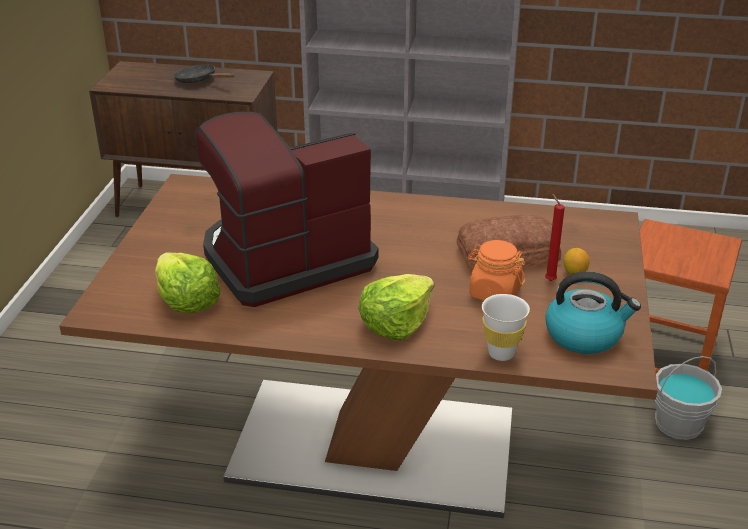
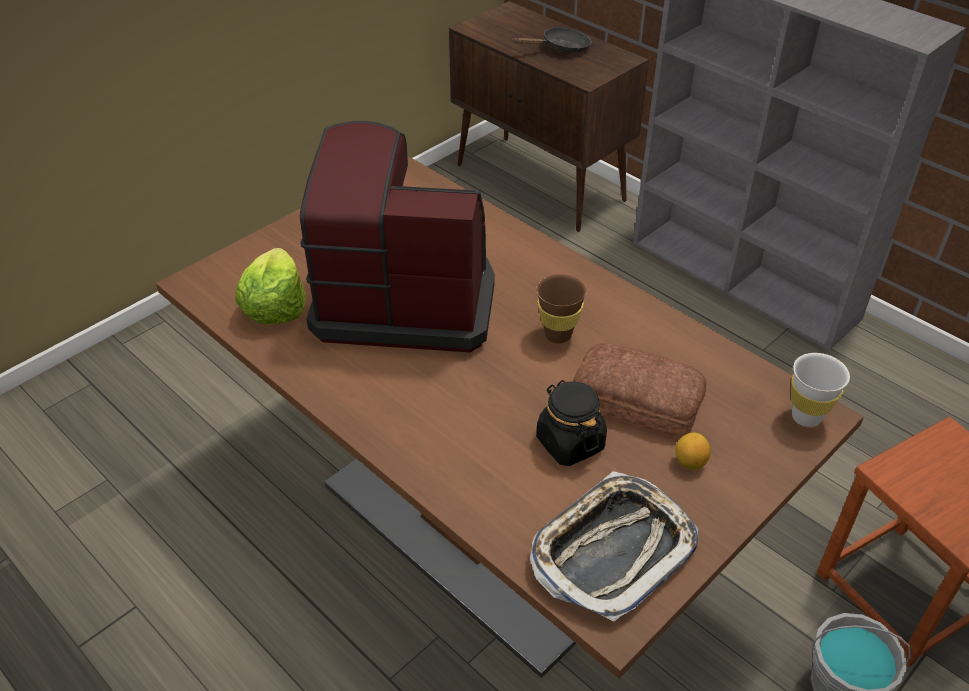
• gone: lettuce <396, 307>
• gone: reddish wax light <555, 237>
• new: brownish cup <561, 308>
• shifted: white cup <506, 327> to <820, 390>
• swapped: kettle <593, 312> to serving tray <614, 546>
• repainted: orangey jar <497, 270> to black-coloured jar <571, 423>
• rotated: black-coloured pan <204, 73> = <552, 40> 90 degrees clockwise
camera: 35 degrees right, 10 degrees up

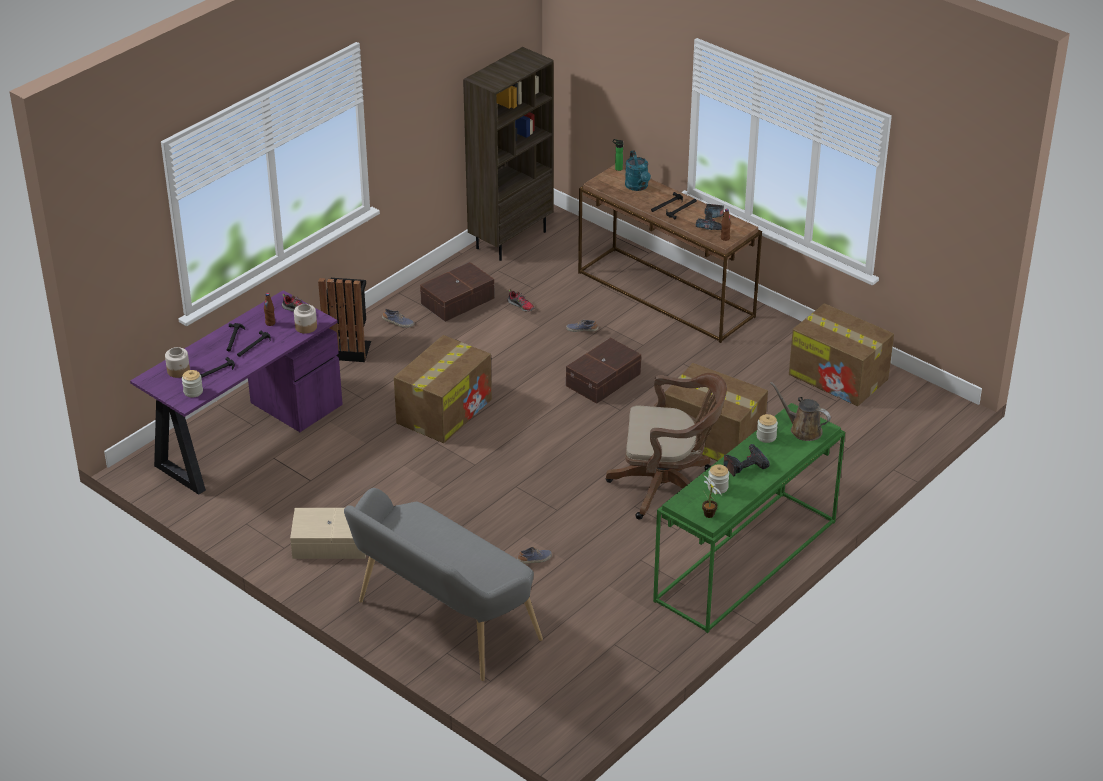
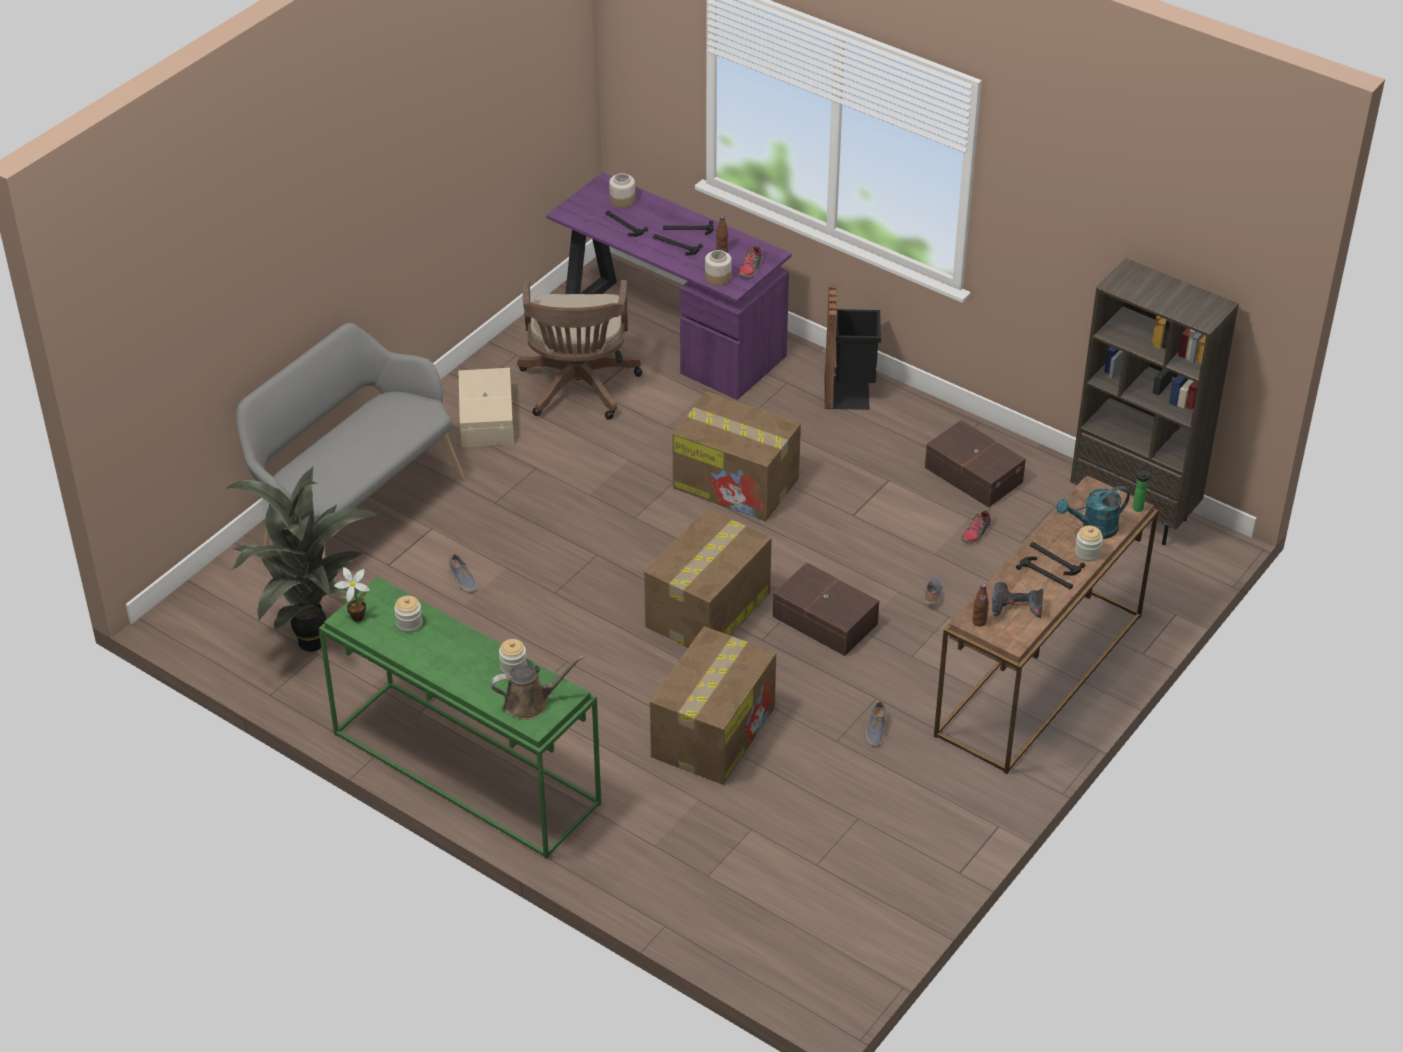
• gone: electric drill <747, 460>
• new: plant in a pot <302, 559>
• shifted: jar <192, 383> to <1089, 543>
• shifted: item of footwear <398, 318> to <875, 724>
• shifted: brownish desk chair <666, 446> to <579, 350>
• shifted: packing box <841, 354> to <708, 578>
• rotated: brownish sprinkling can <800, 411> = <537, 688> 45 degrees clockwise
camera: 85 degrees right, 5 degrees up

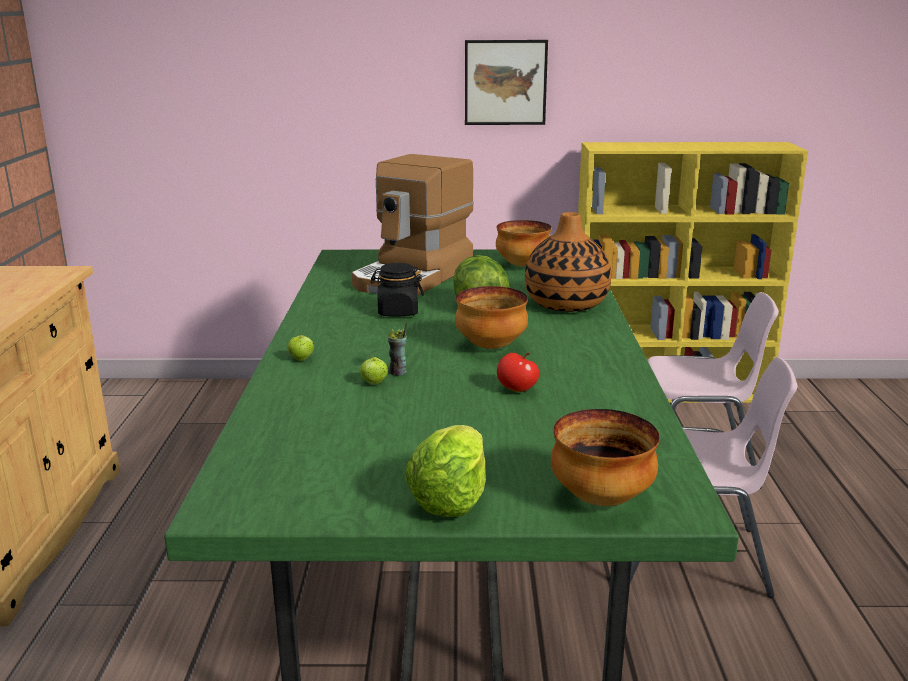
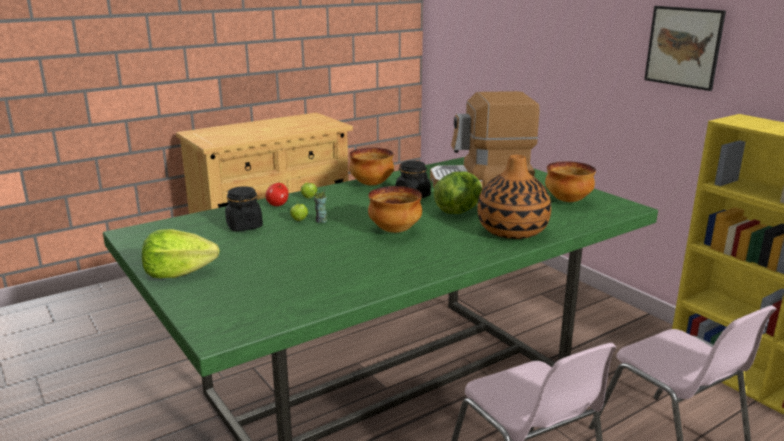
• new: black-coloured jar <244, 208>
• shifted: whole apple <518, 372> to <277, 194>
• shifted: bowl <605, 457> to <371, 167>
camera: 55 degrees right, 0 degrees up

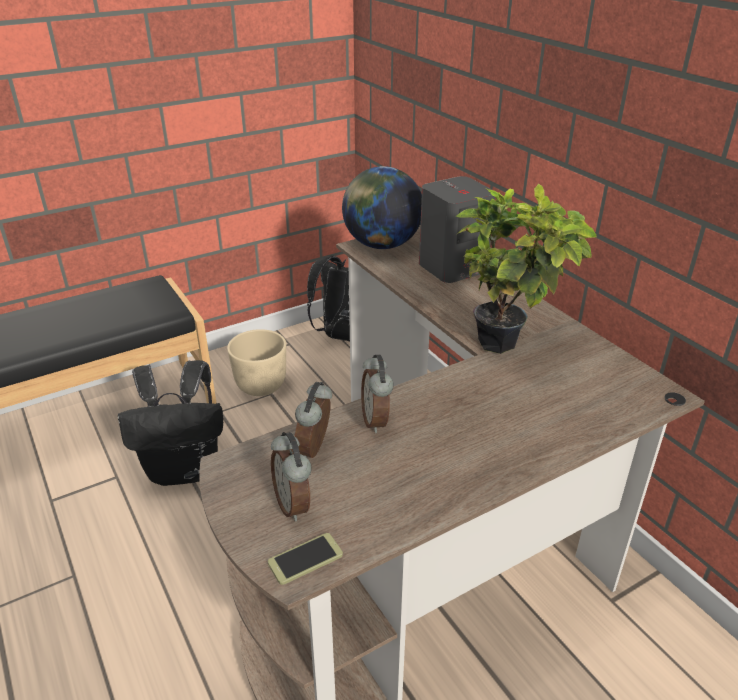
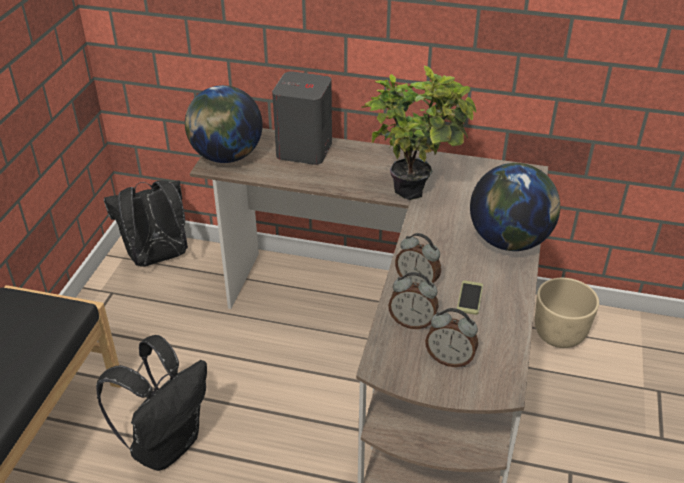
• new: world globe <515, 207>
• shifted: sand-coloured plant pot <256, 362> to <567, 313>
• shifted: handset <305, 559> to <470, 297>
• rotated: table clock <313, 420> = <413, 300> 45 degrees counterclockwise
camera: 45 degrees left, 5 degrees up

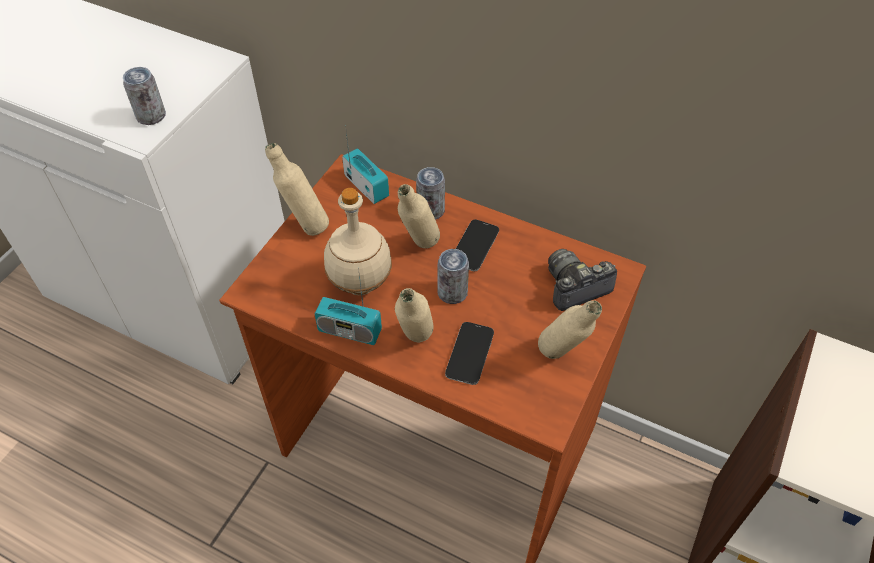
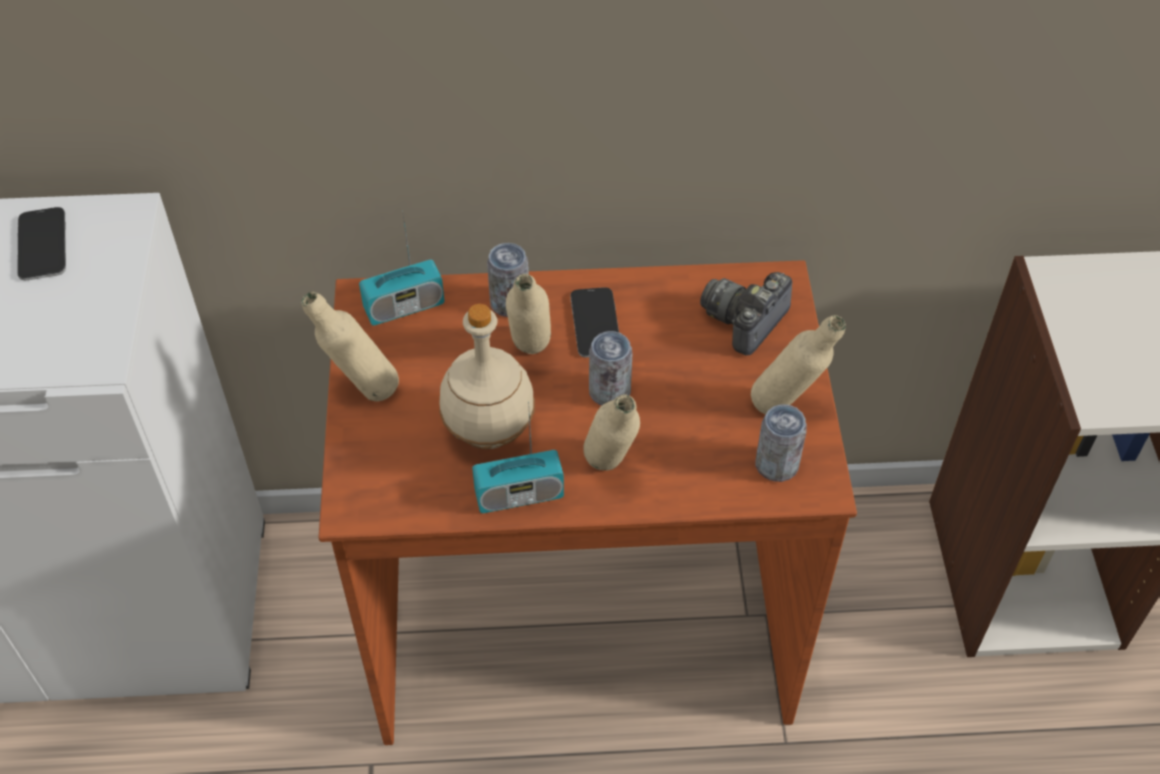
• shifted: metal can <144, 96> to <781, 443>
• shifted: handset <469, 353> to <41, 243>
• rotated: radio receiver <365, 164> = <402, 271> 135 degrees clockwise
camera: 30 degrees left, 0 degrees up

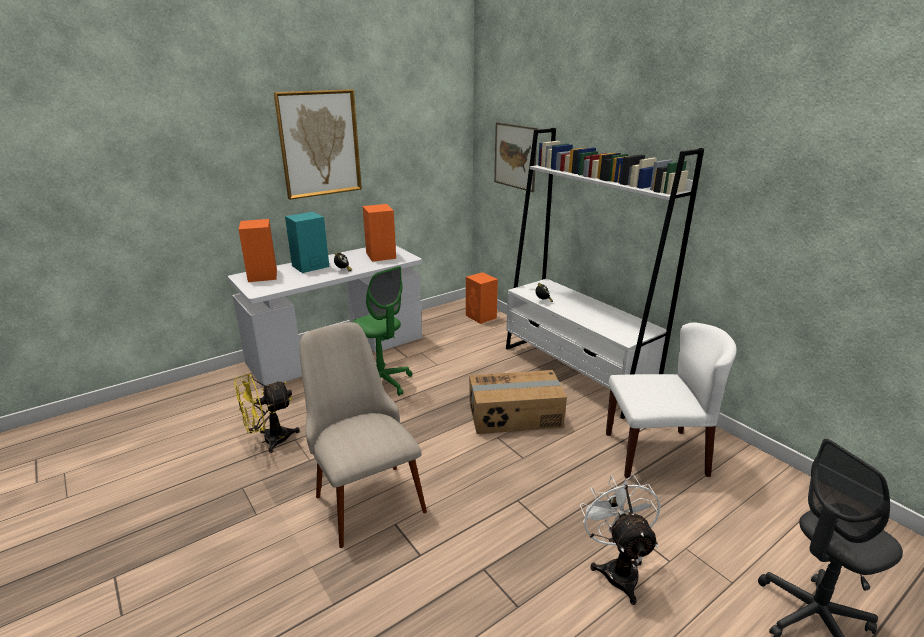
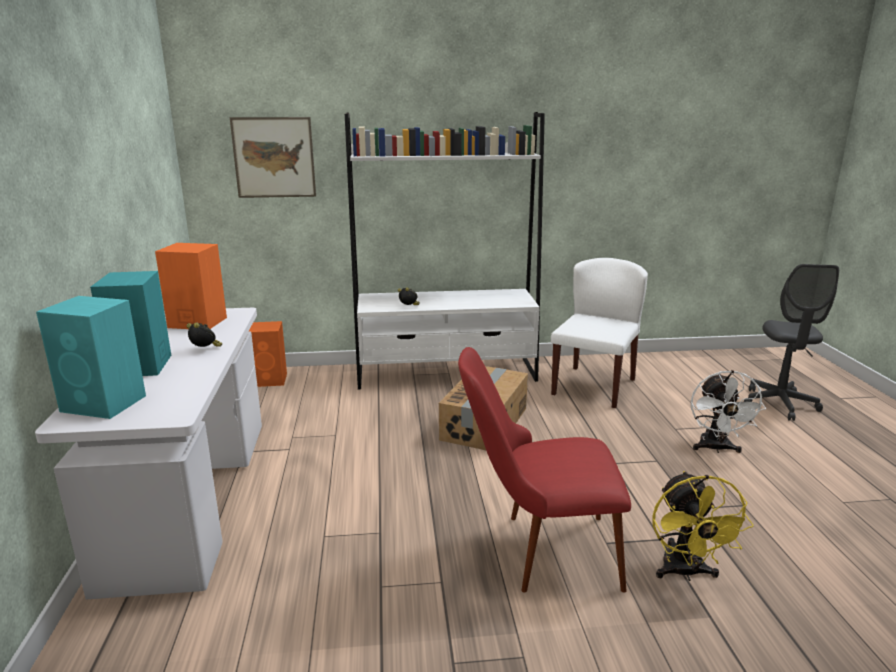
• gone: wall art <317, 144>
• gone: greenish desk chair <382, 331>
• shifted: yellow-coloured electric fan <267, 413> to <703, 526>
• repainted: orangey audio speaker <257, 250> to turquoise audio speaker <91, 357>
• repainted: sand-coloured plain chair <363, 435> to reddish plain chair <544, 470>
• rotated: white electric fan <620, 540> = <728, 411> 105 degrees counterclockwise
camera: 60 degrees left, 5 degrees down

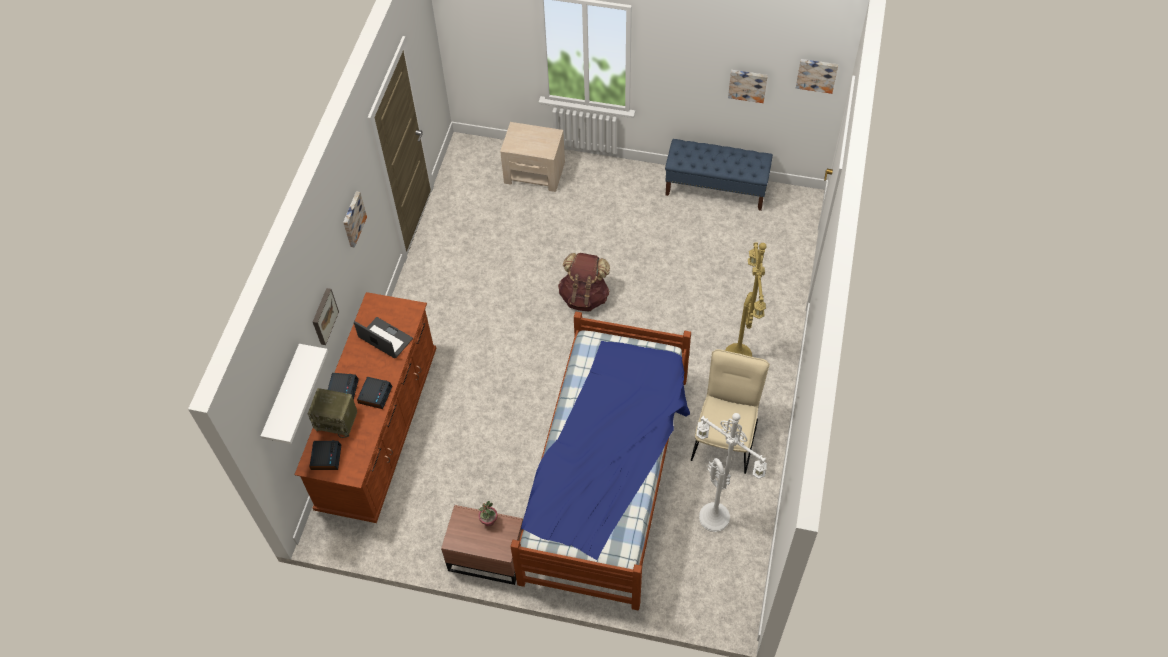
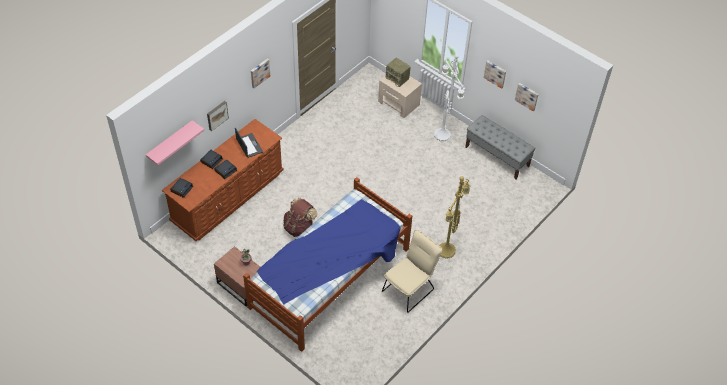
• shifted: radio receiver <332, 413> to <398, 72>
• shifted: brownish knapsack <584, 282> to <300, 217>
• shifted: white standard lamp <731, 472> to <449, 98>
• shifted: wall art <817, 76> to <495, 75>
• repainted: white shelf <294, 394> to pink-coloured shelf <175, 142>
• repainted: blue-coloured indoor bench <719, 175> to gray indoor bench <500, 147>
camera: 25 degrees right, 5 degrees down

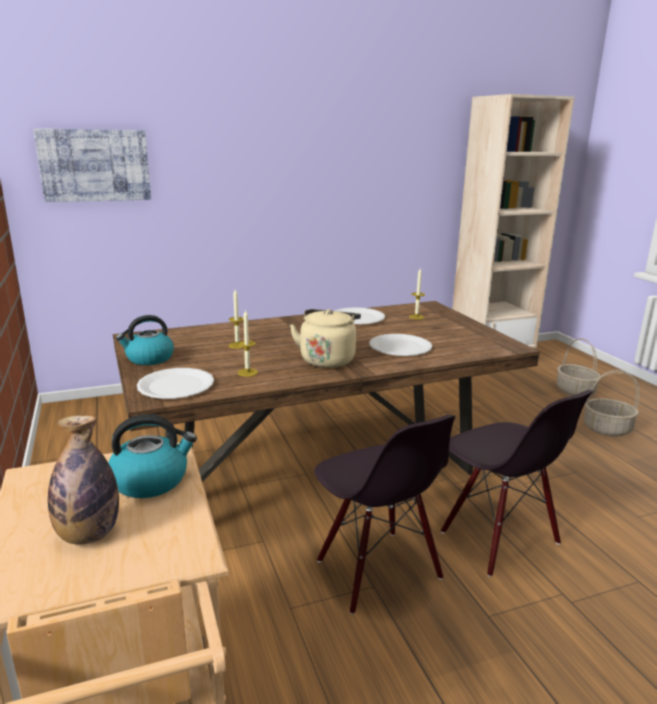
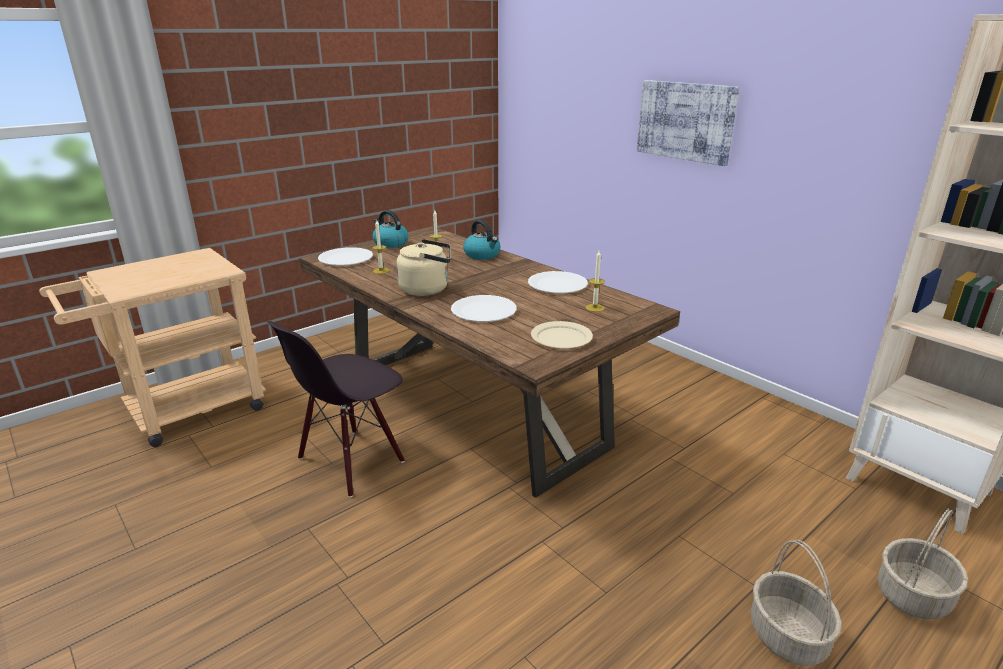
• gone: drink bottle <83, 479>
• gone: black-coloured plain chair <517, 483>
• new: sand-coloured plate <562, 335>
• shifted: wall art <92, 165> to <688, 123>
• shifted: kettle <152, 456> to <481, 240>
camera: 70 degrees right, 5 degrees up

